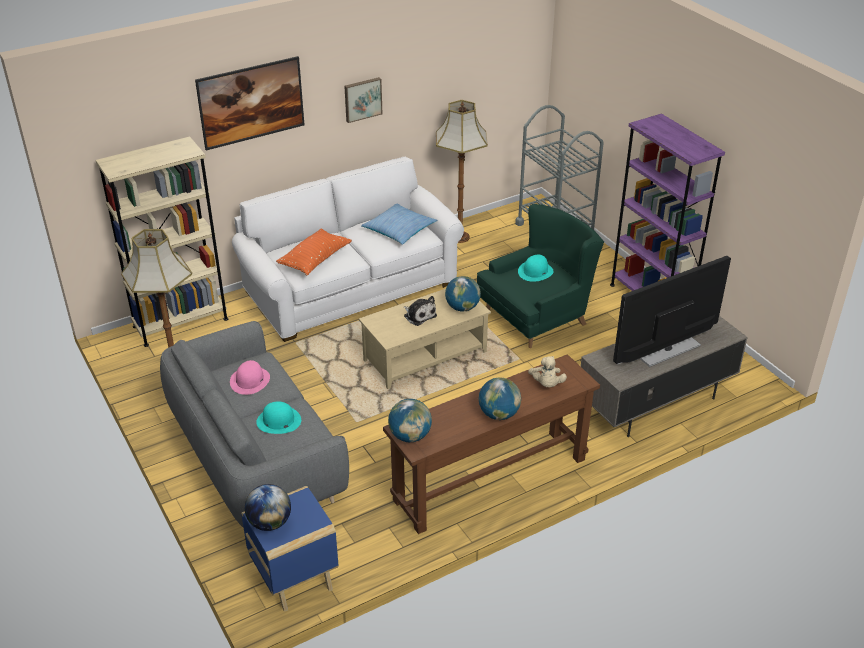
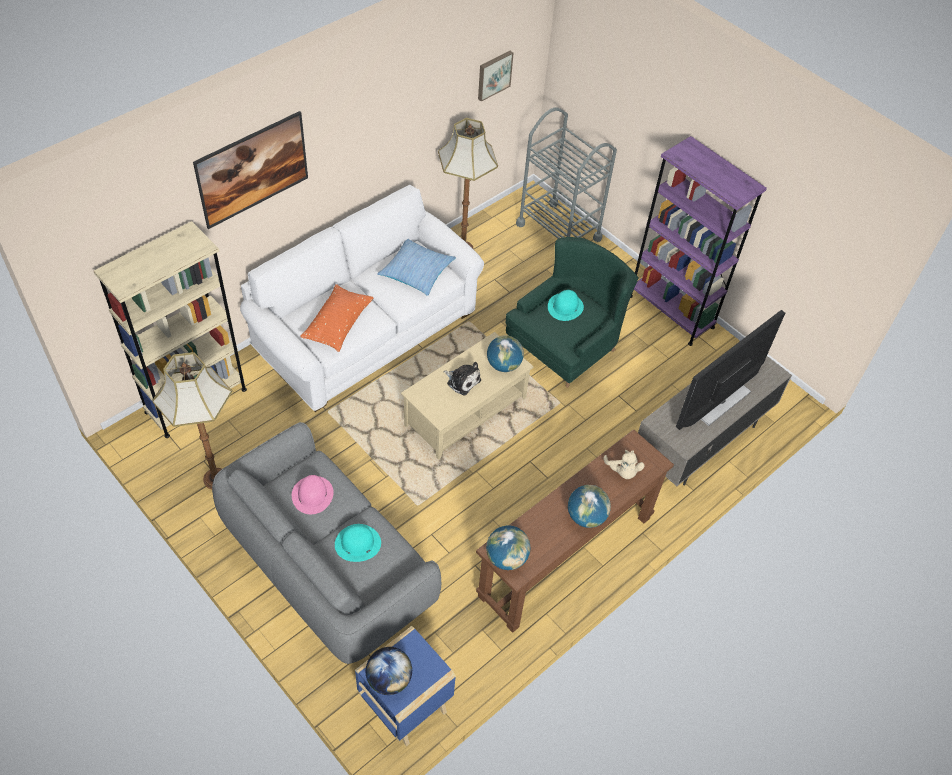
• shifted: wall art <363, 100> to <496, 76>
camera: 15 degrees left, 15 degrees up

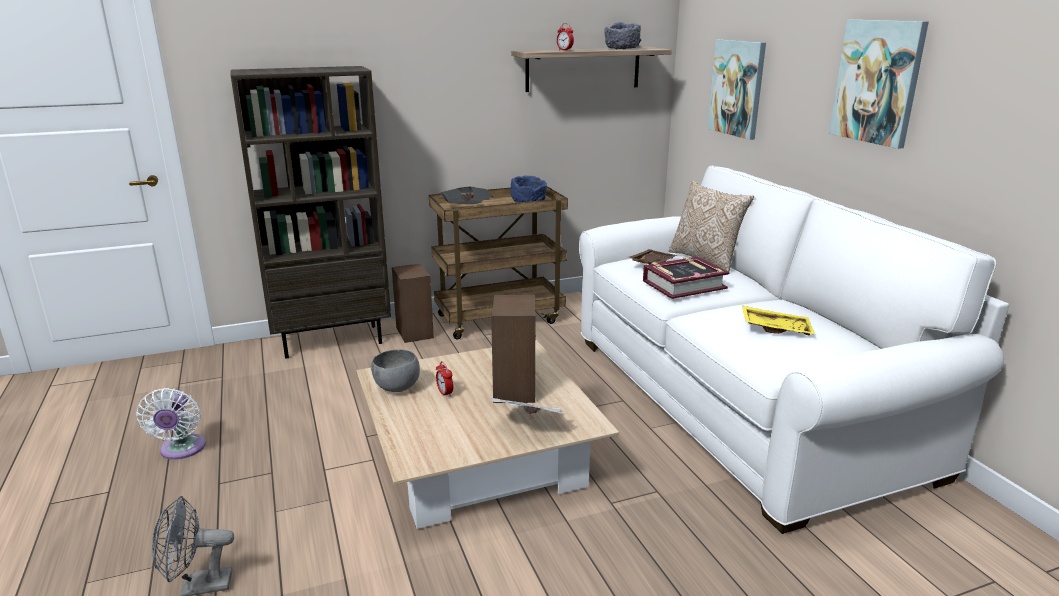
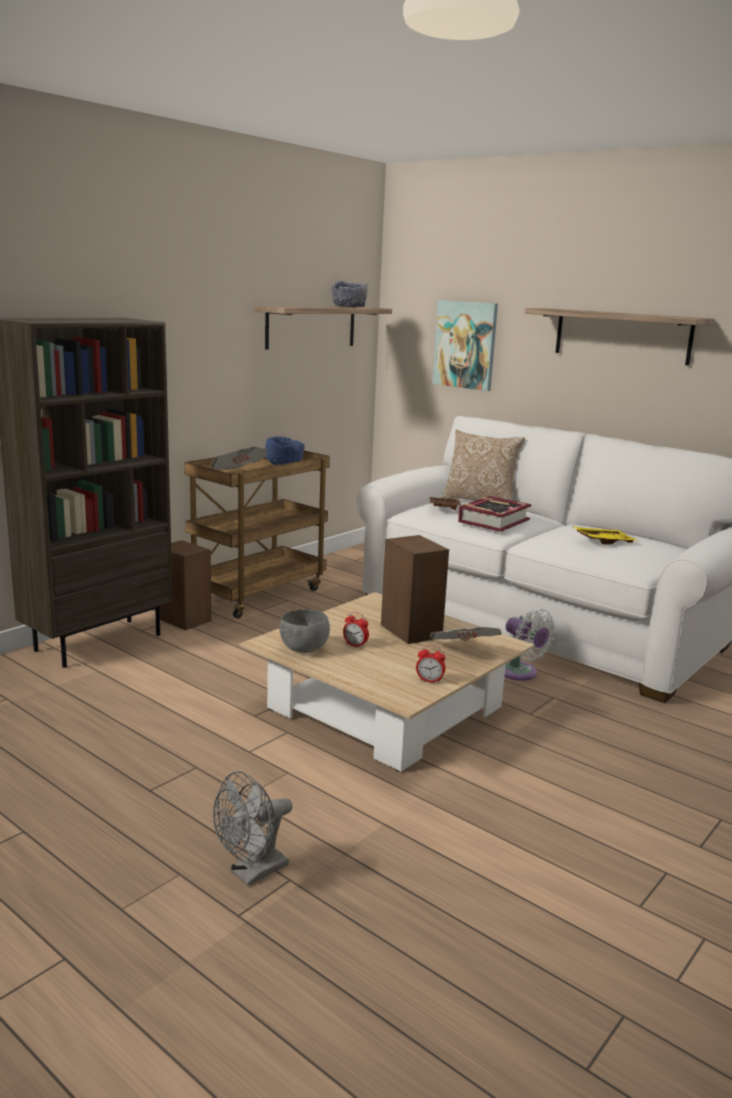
• shifted: white electric fan <171, 424> to <530, 645>
• shifted: table clock <565, 37> to <430, 664>
• swapped: wall art <879, 84> to shelf <619, 337>
camera: 30 degrees left, 5 degrees down

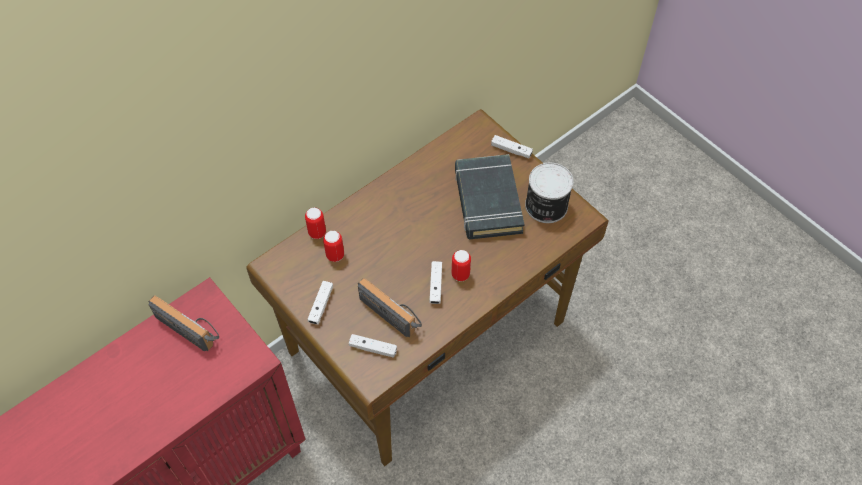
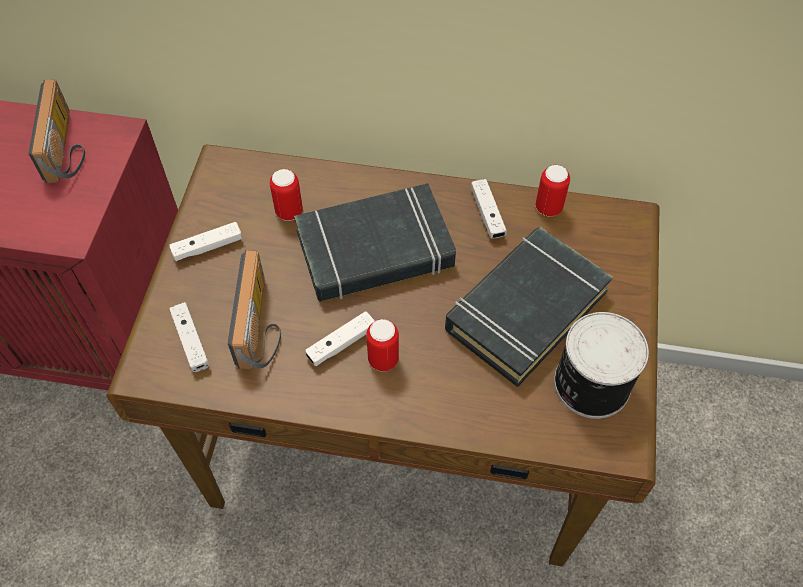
• new: black-coloured book <375, 242>
• shifted: metal can <315, 223> to <553, 191>
• shifted: white gamepad <512, 147> to <489, 209>
camera: 50 degrees right, 0 degrees up

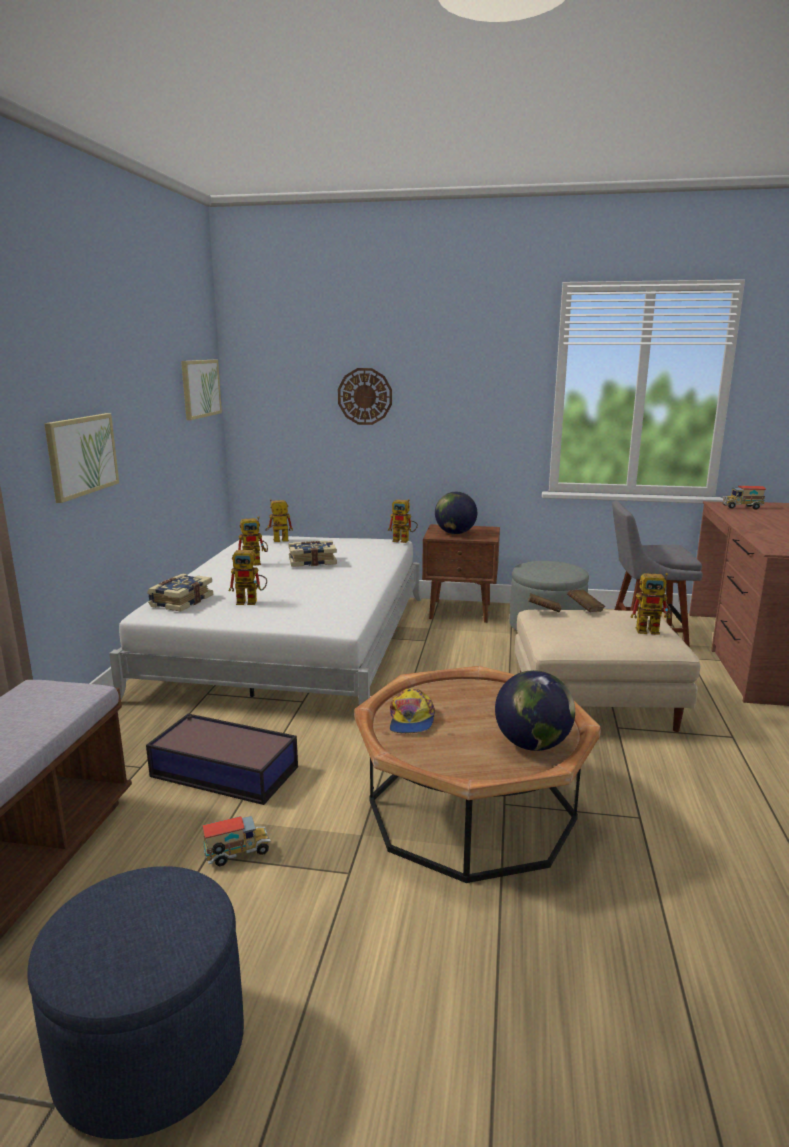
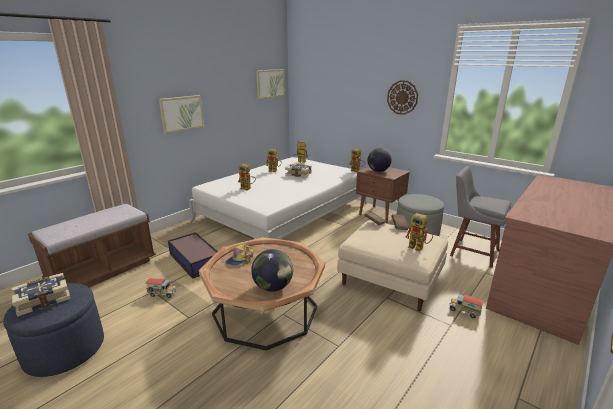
• shifted: book <180, 593> to <41, 295>
• shifted: clock on the wall <365, 396> to <402, 97>
• shifted: model truck <744, 498> to <466, 306>
camera: 30 degrees right, 5 degrees up

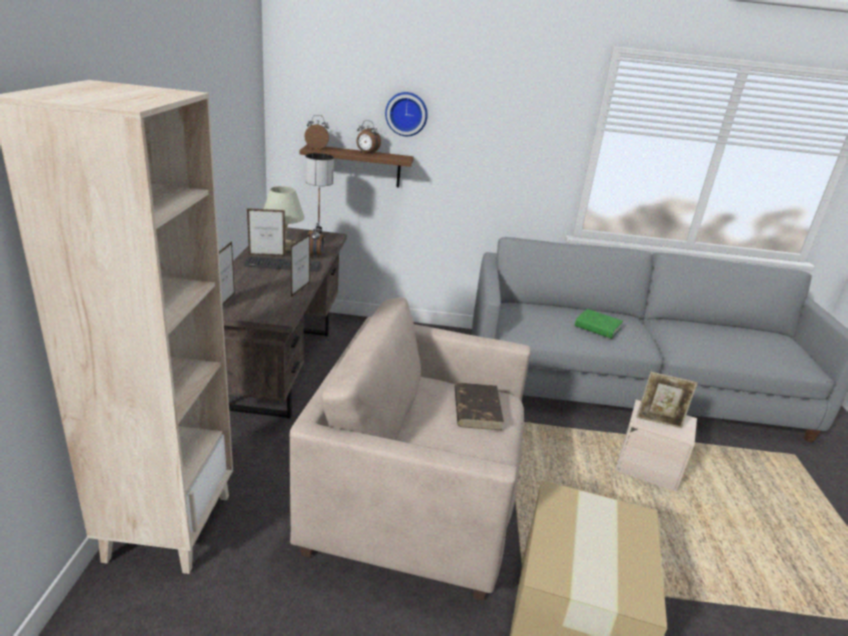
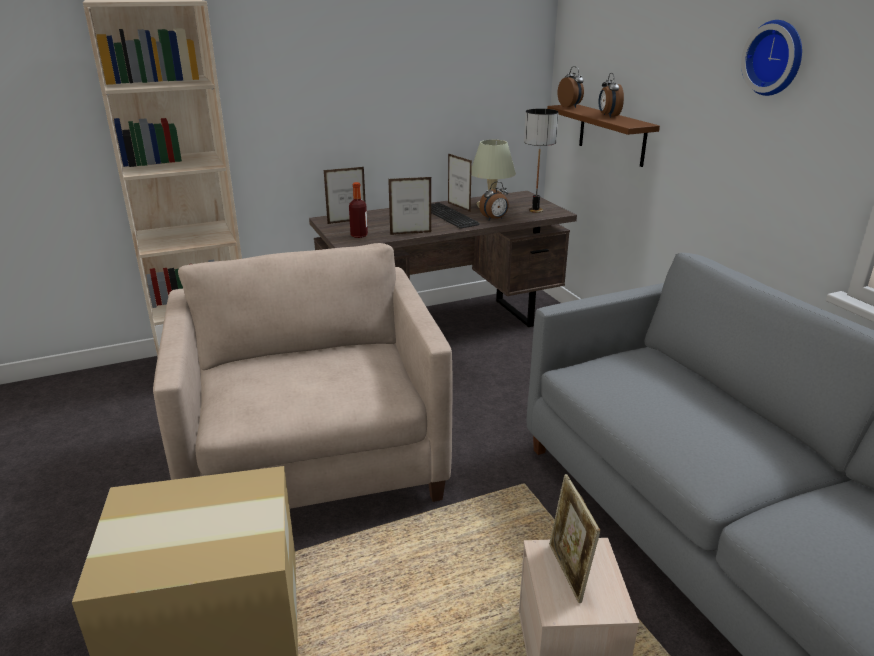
• gone: brownish book <479, 406>
• gone: greenish book <599, 324>
• new: drink bottle <358, 210>
• shifted: clock on the wall <406, 114> to <771, 58>
camera: 65 degrees right, 0 degrees up

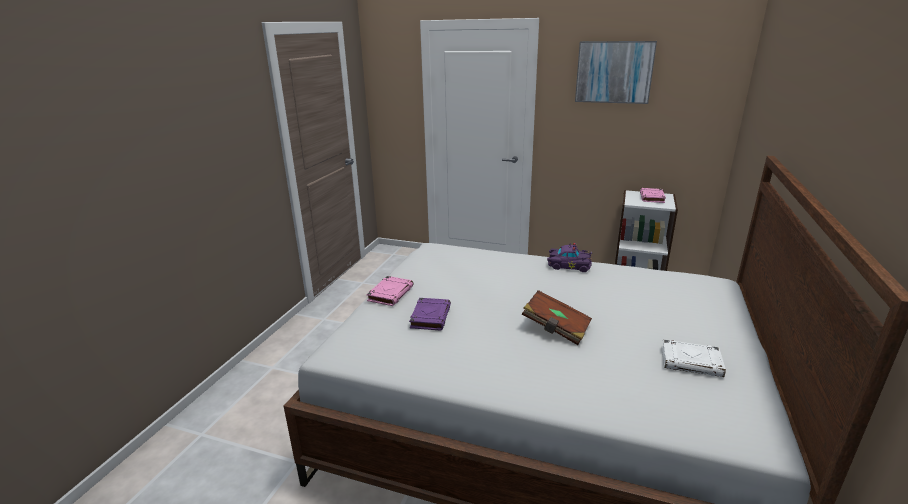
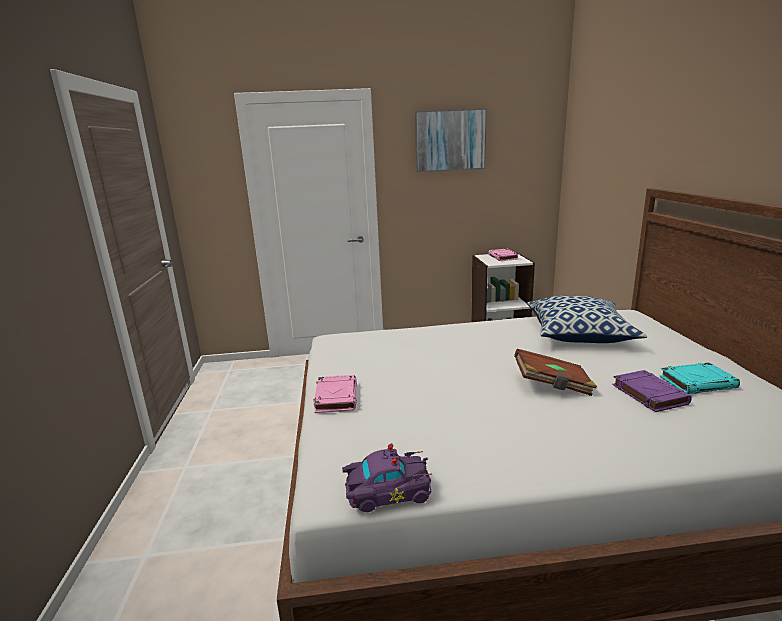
• new: cushion <587, 319>
• shifted: purple-coloured book <430, 314> to <652, 391>
• shifted: purple-coloured model car <569, 257> to <387, 477>
• repainted: white book <694, 358> to turquoise book <700, 378>
camera: 25 degrees left, 5 degrees down

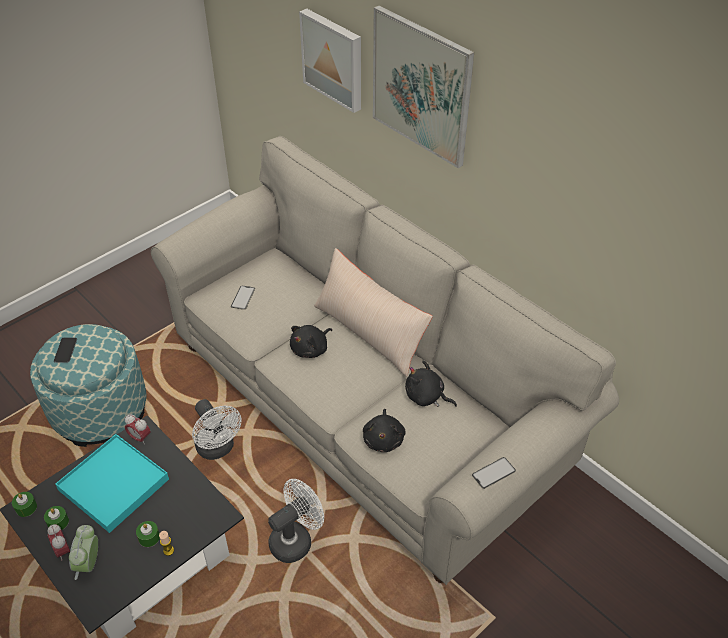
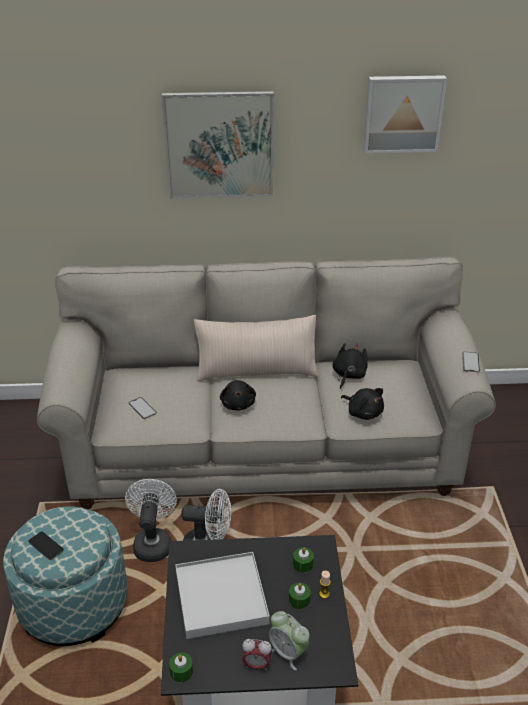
• gone: table clock <138, 429>
• shifted: greenish wax light <56, 518> to <303, 559>
• shifted: white electric fan <296, 521> to <151, 520>
• shifted: wall art <330, 60> to <405, 114>
• repainted: turquoise serving tray <112, 483> to white serving tray <222, 595>
• rotated: black-coloured plush toy <431, 384> = <350, 366> 135 degrees clockwise
camera: 50 degrees left, 10 degrees down

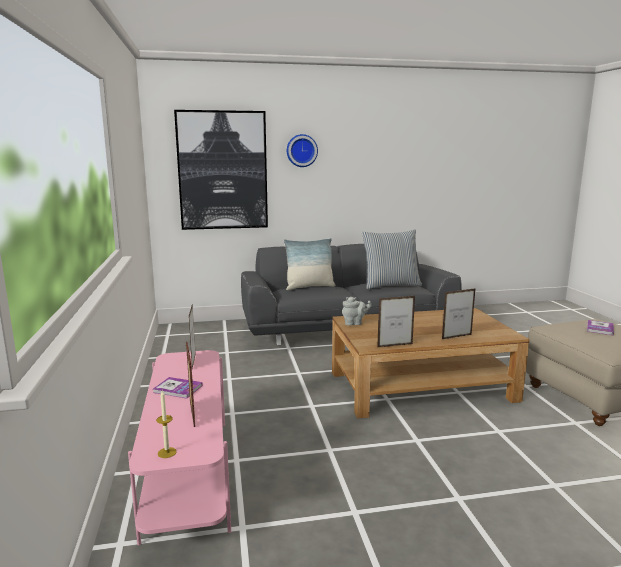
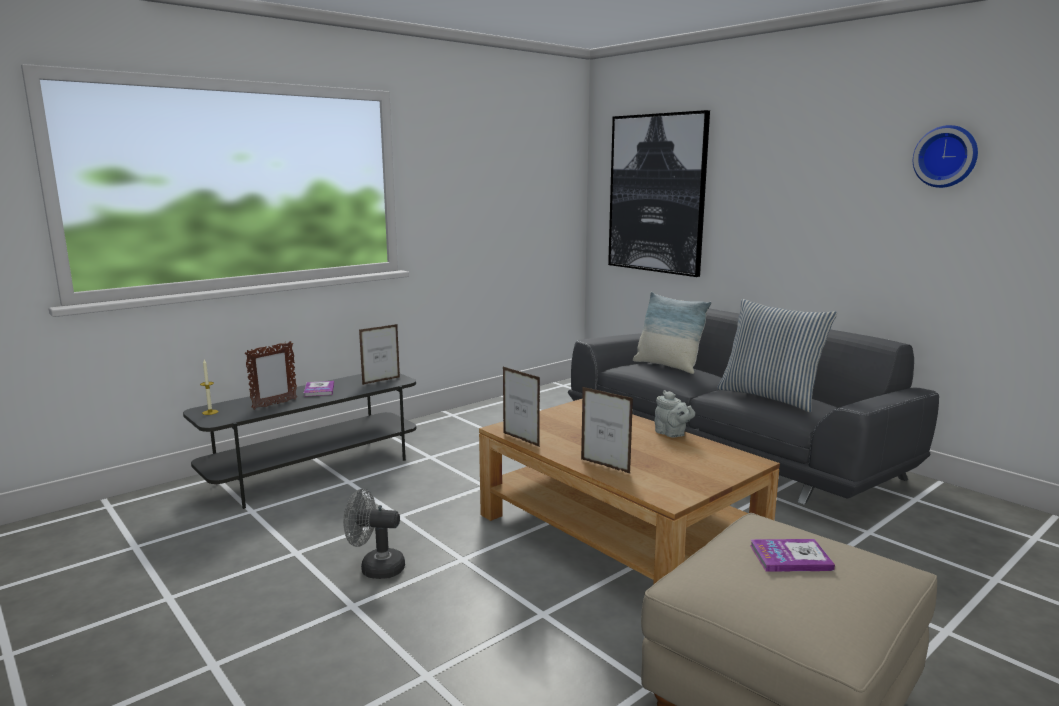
• new: gray electric fan <374, 534>
• shifted: clock on the wall <302, 150> to <945, 156>
• shifted: gray teapot <356, 311> to <674, 414>
• repainted: pink-coloured tv stand <179, 447> to gray tv stand <299, 441>
camera: 60 degrees right, 0 degrees up

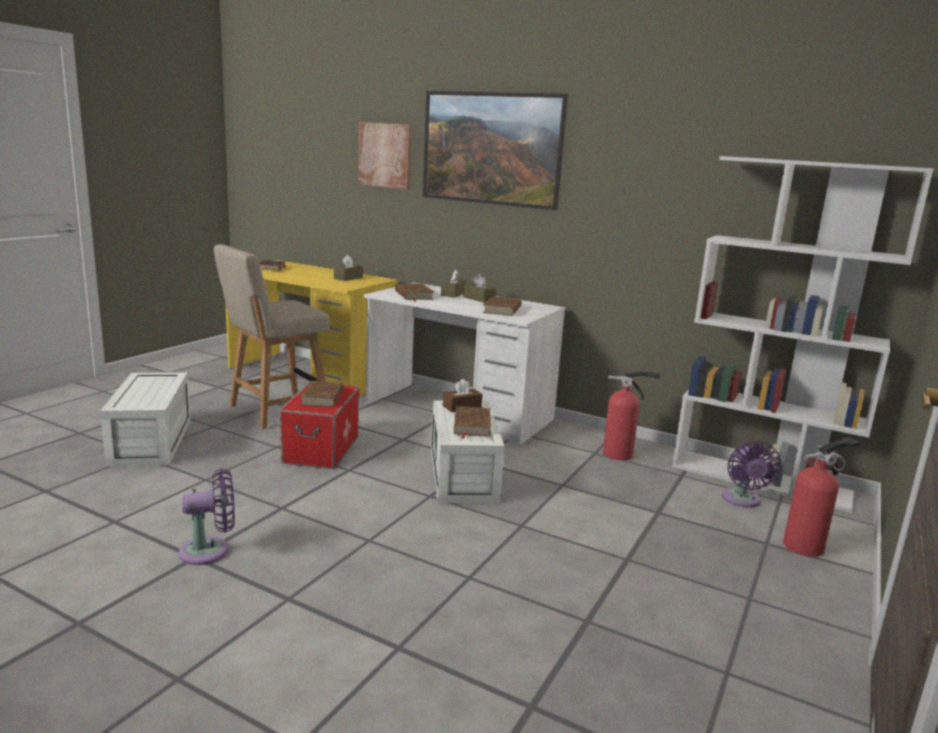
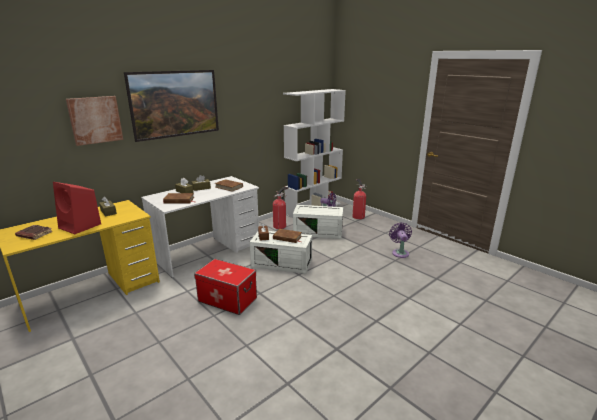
• gone: sand-coloured plain chair <272, 336>
• gone: brownish book <321, 394>
• new: reddish audio speaker <77, 208>
• shifted: white storage bin <145, 419> to <318, 222>
• shifted: purple-coloured electric fan <207, 517> to <400, 240>
camera: 70 degrees left, 5 degrees up

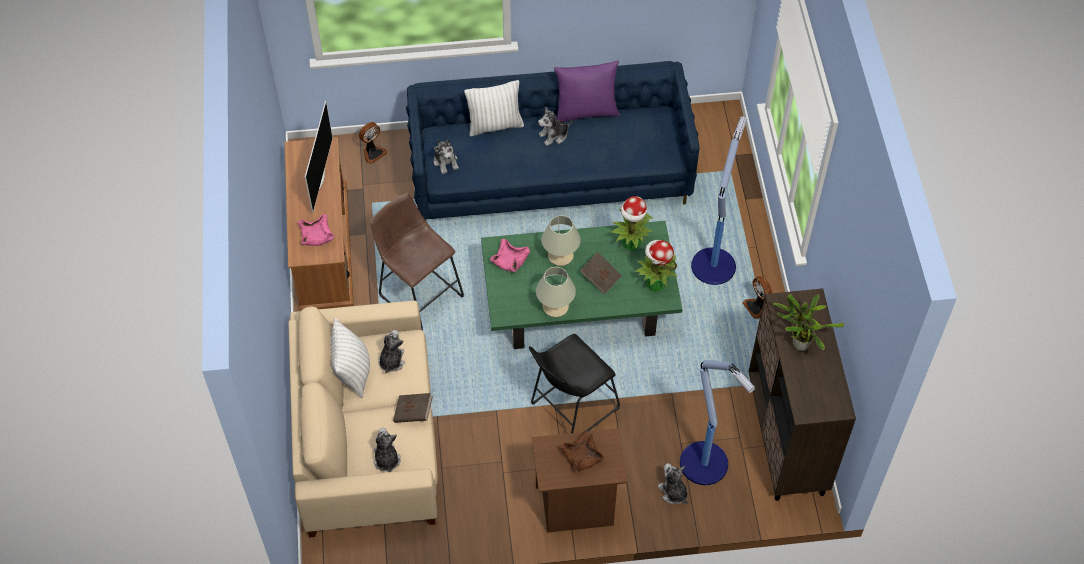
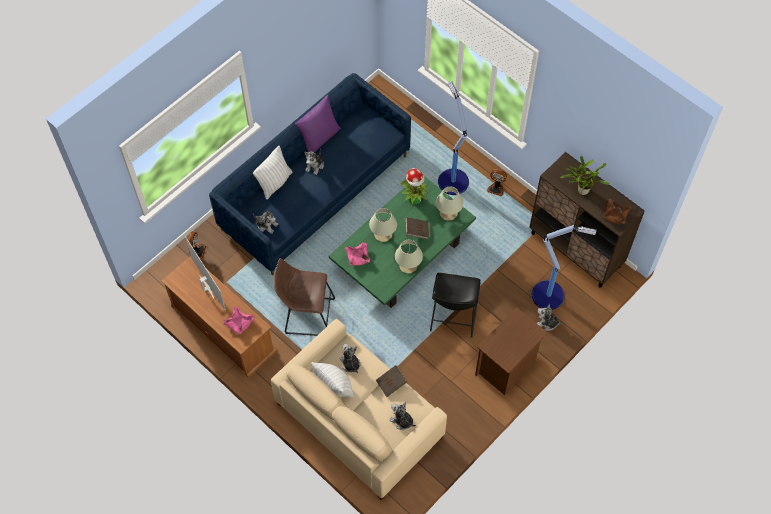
• shifted: brownish bowl <582, 451> to <617, 211>
• swapped: plant in a pot <656, 266> to sand-coloured tabletop lamp <449, 203>
camera: 40 degrees left, 5 degrees up

